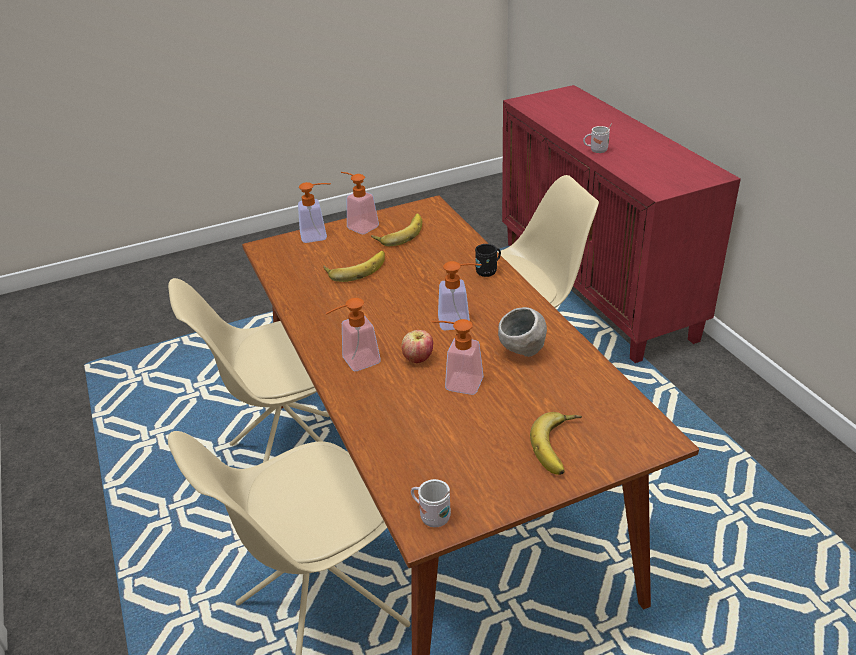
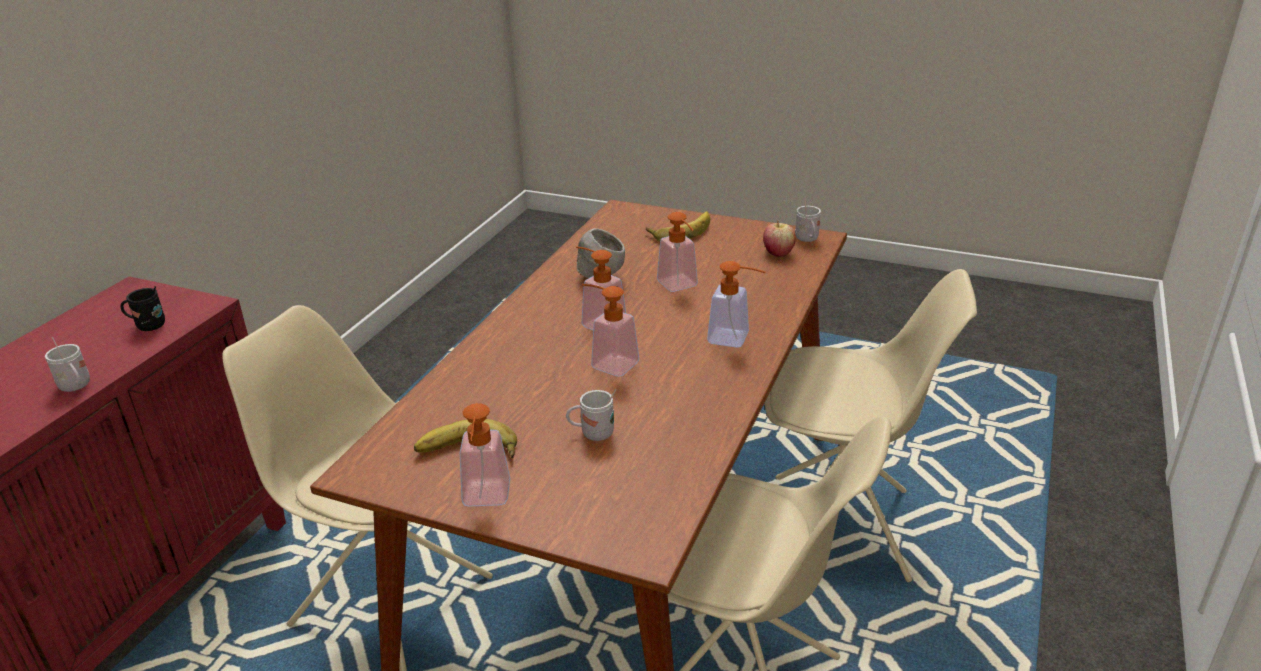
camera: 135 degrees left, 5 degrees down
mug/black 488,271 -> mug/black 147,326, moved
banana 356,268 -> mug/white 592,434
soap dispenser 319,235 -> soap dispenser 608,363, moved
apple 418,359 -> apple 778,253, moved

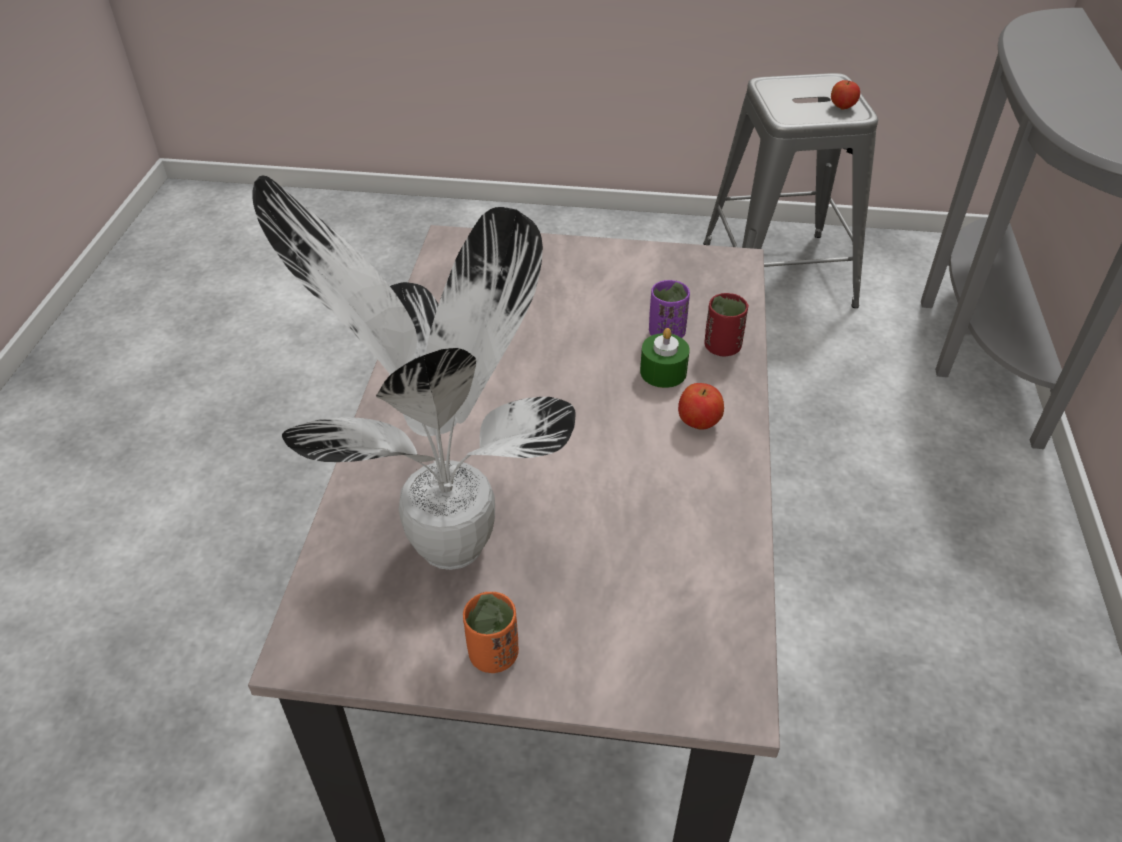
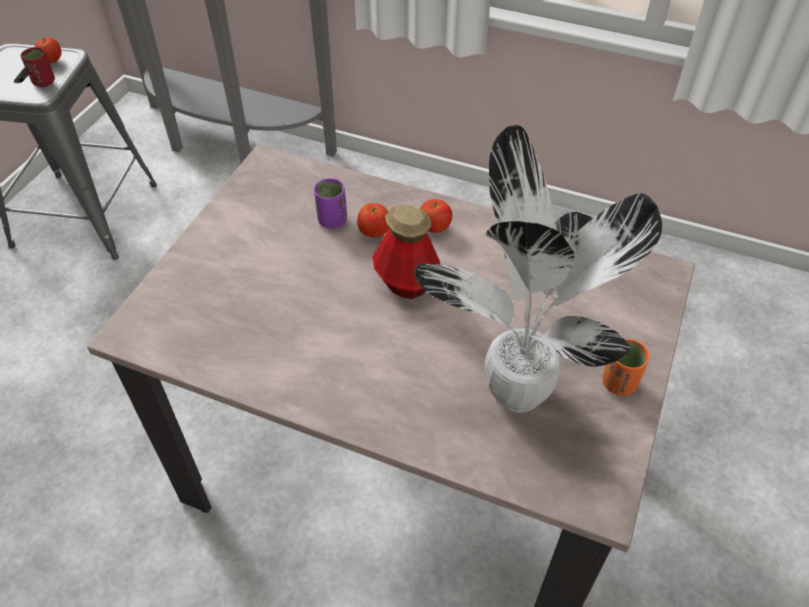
camera: 75 degrees left, 5 degrees up
cup/red 722,347 -> cup/red 44,82, moved
candle/green 663,372 -> apple 374,233
none -> bottle 406,282

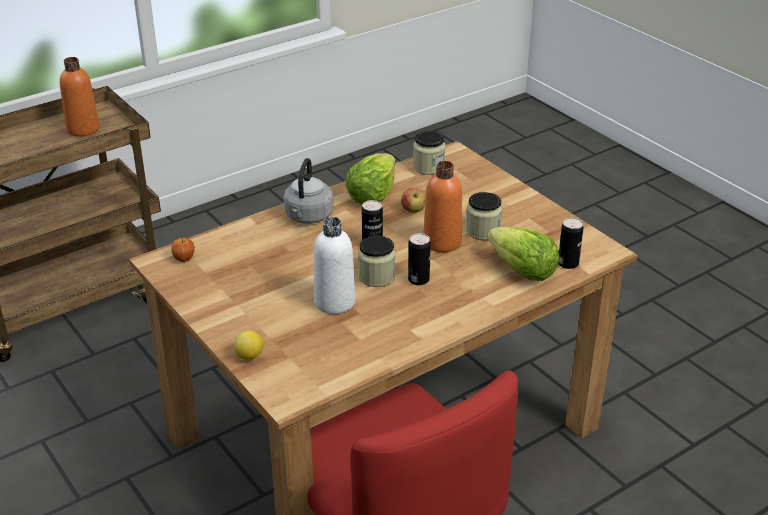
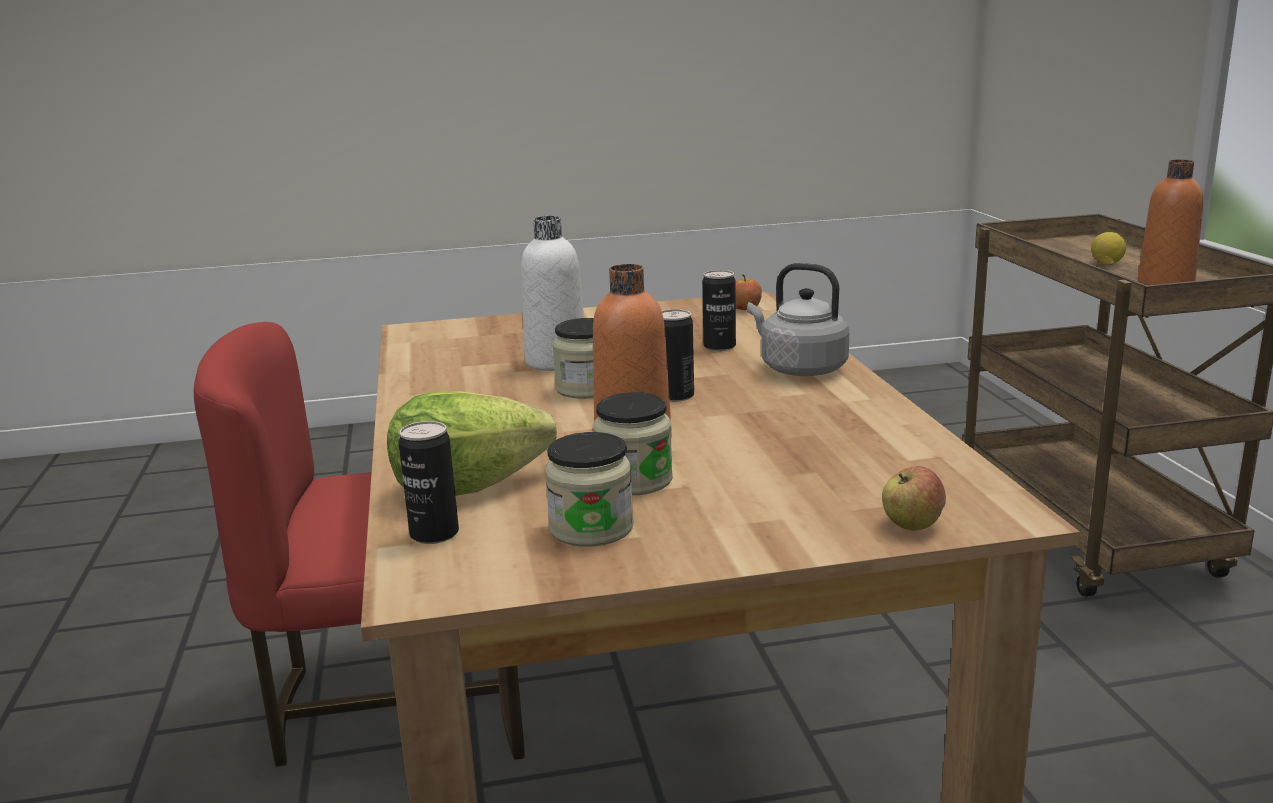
camera: 115 degrees right, 15 degrees down
jar 428,167 -> jar 591,528, moved
can 418,279 -> can 719,347, moved
apple 413,210 -> apple 912,526, moved
lemon 250,356 -> lemon 1106,263, moved
lettuce 372,195 -> none

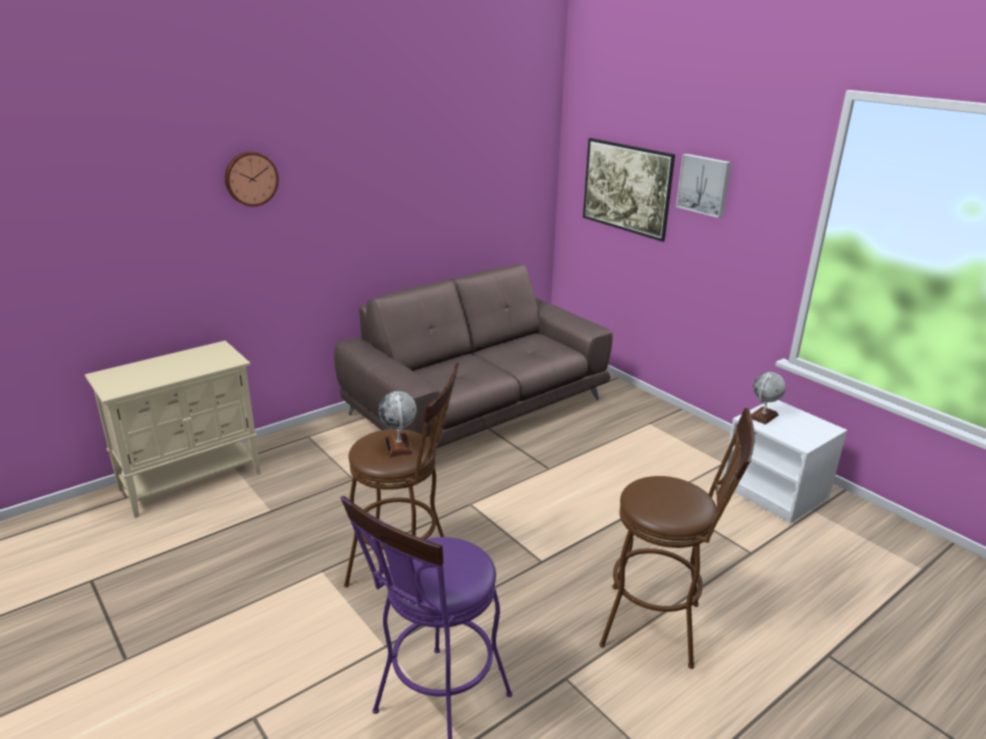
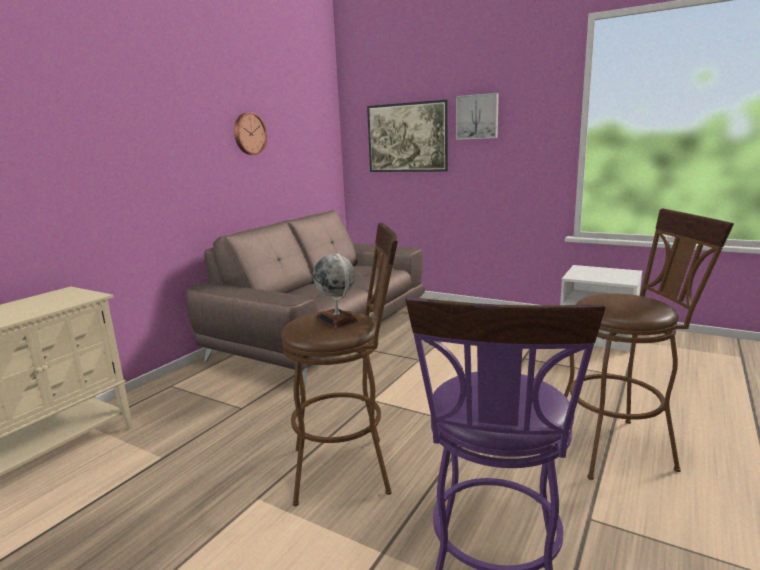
camera: 20 degrees left, 10 degrees down
wall clock 250,178 -> wall clock 249,133, moved
globe 763,416 -> none

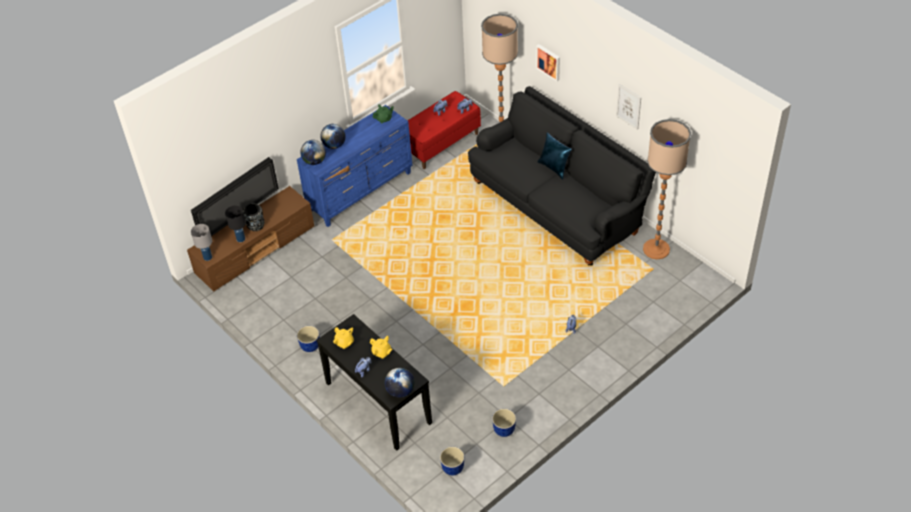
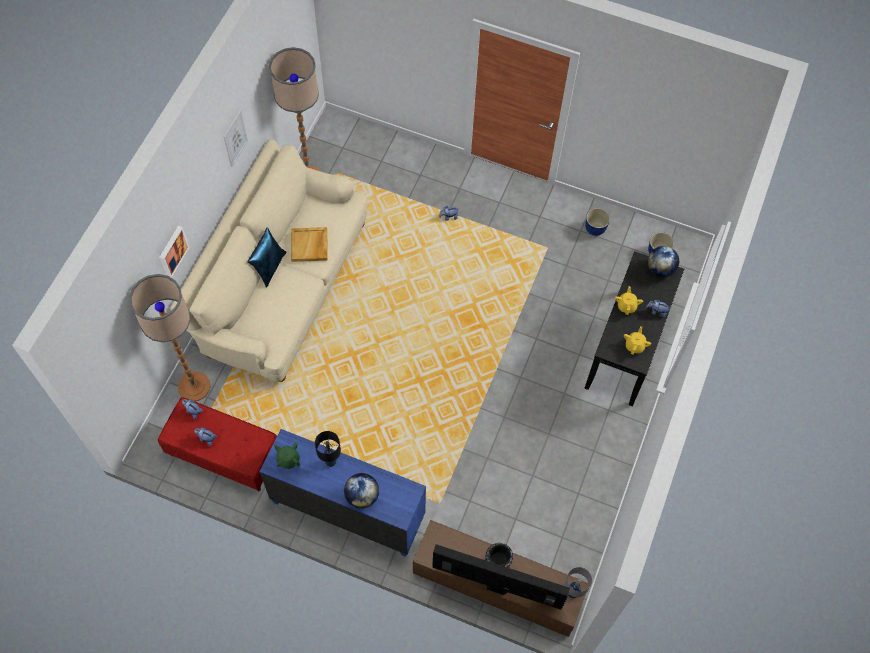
camera: 120 degrees left, 15 degrees up
sofa/black 557,205 -> sofa/beige 282,288
none -> tray/beige 309,246
table lamp/black 241,238 -> table lamp/black 330,461, moved
planter 310,346 -> none
globe 314,161 -> none

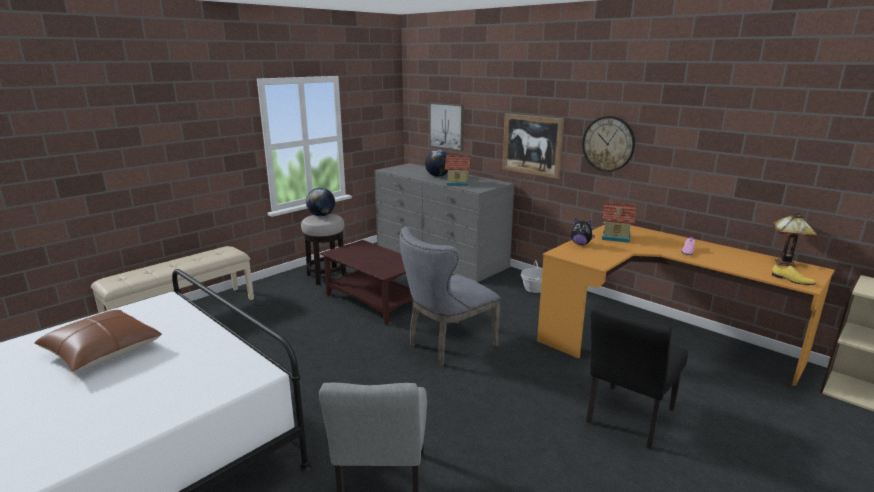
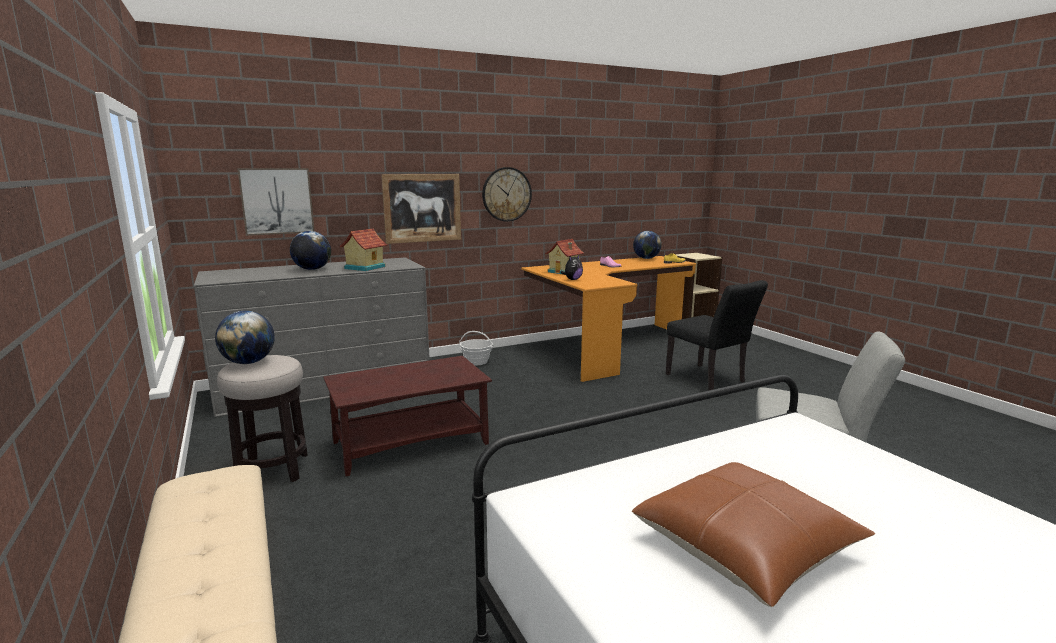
camera: 70 degrees left, 5 degrees down
table lamp 786,263 -> globe 646,258
chair/grey 447,345 -> none

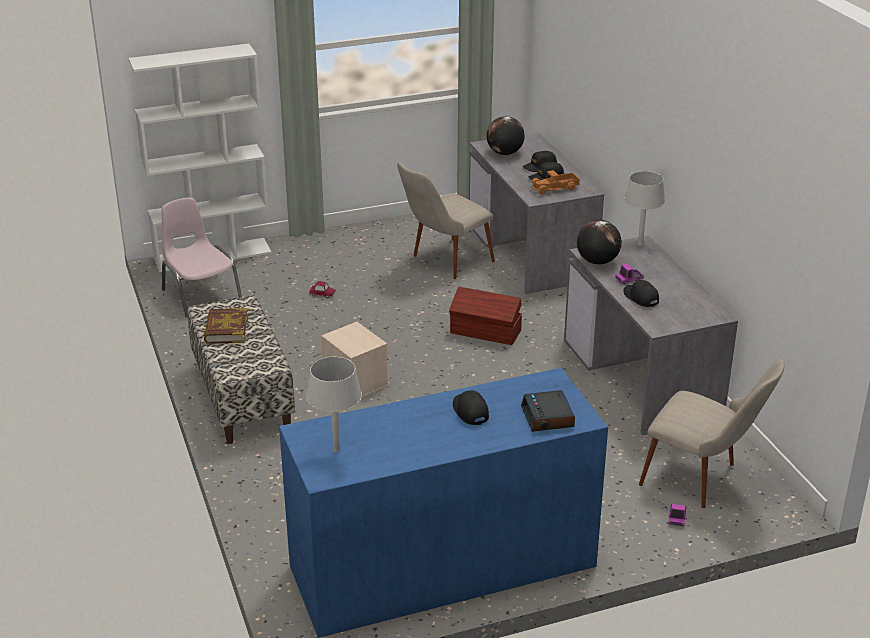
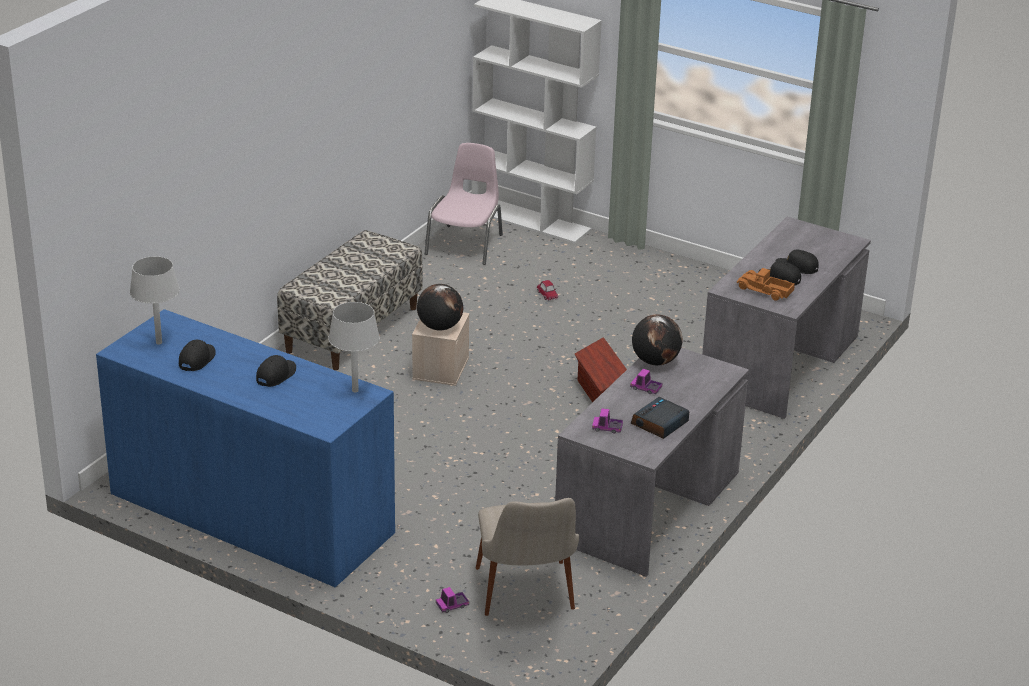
camera: 50 degrees right, 0 degrees up
cap/black 640,297 -> cap/black 197,359, moved
table lamp/grey 640,244 -> table lamp/grey 355,390, moved
globe 504,153 -> globe 439,327, moved
none -> toy truck 607,428
alarm clock 548,417 -> alarm clock 659,424, moved
book 226,330 -> none
chair/beige 443,263 -> none

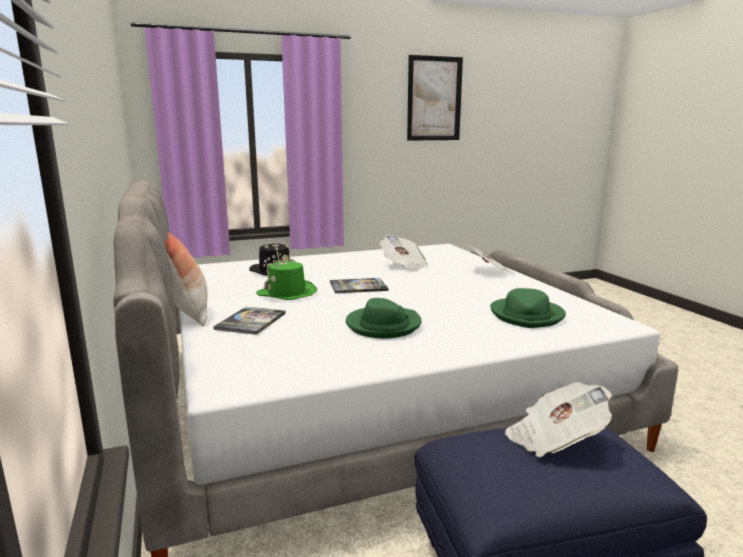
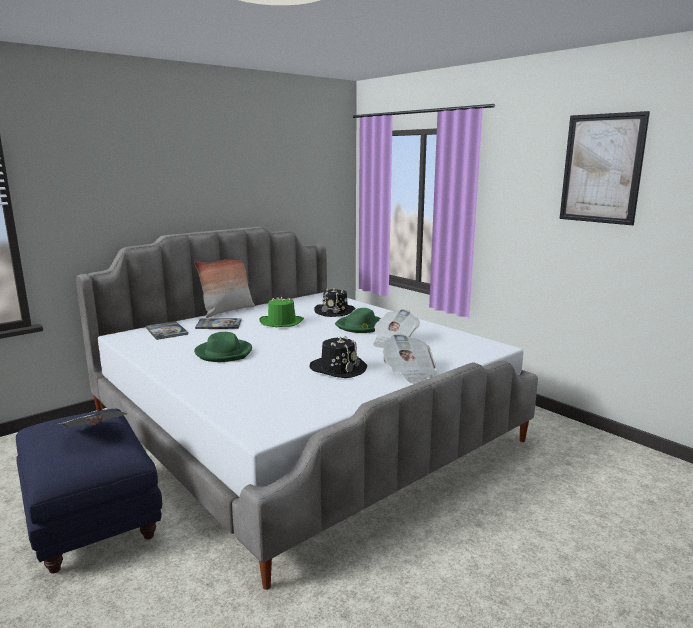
camera: 70 degrees right, 0 degrees up
book 358,286 -> book 166,331, moved
none -> hat/black 338,368
hat/green 527,315 -> hat/green 361,326, moved

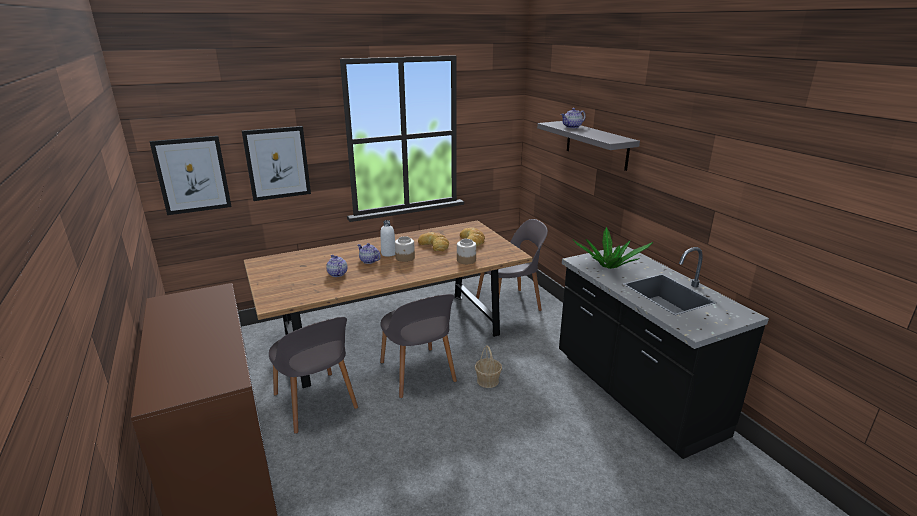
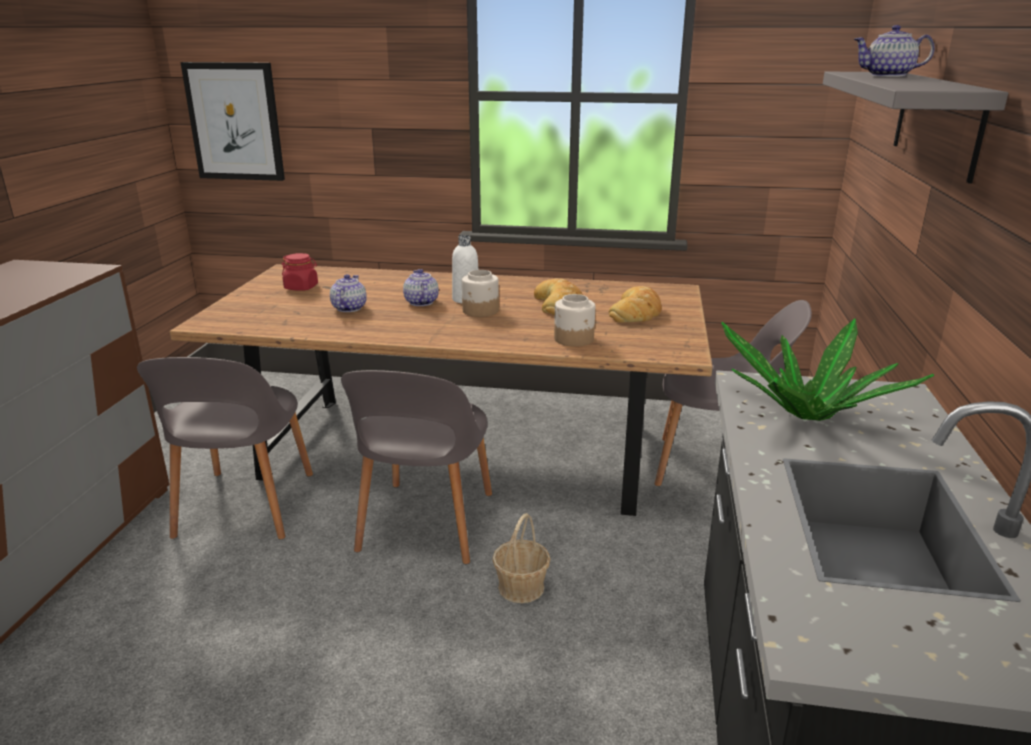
camera: 35 degrees right, 0 degrees up
none -> jar/red 301,287
picture 277,163 -> none

